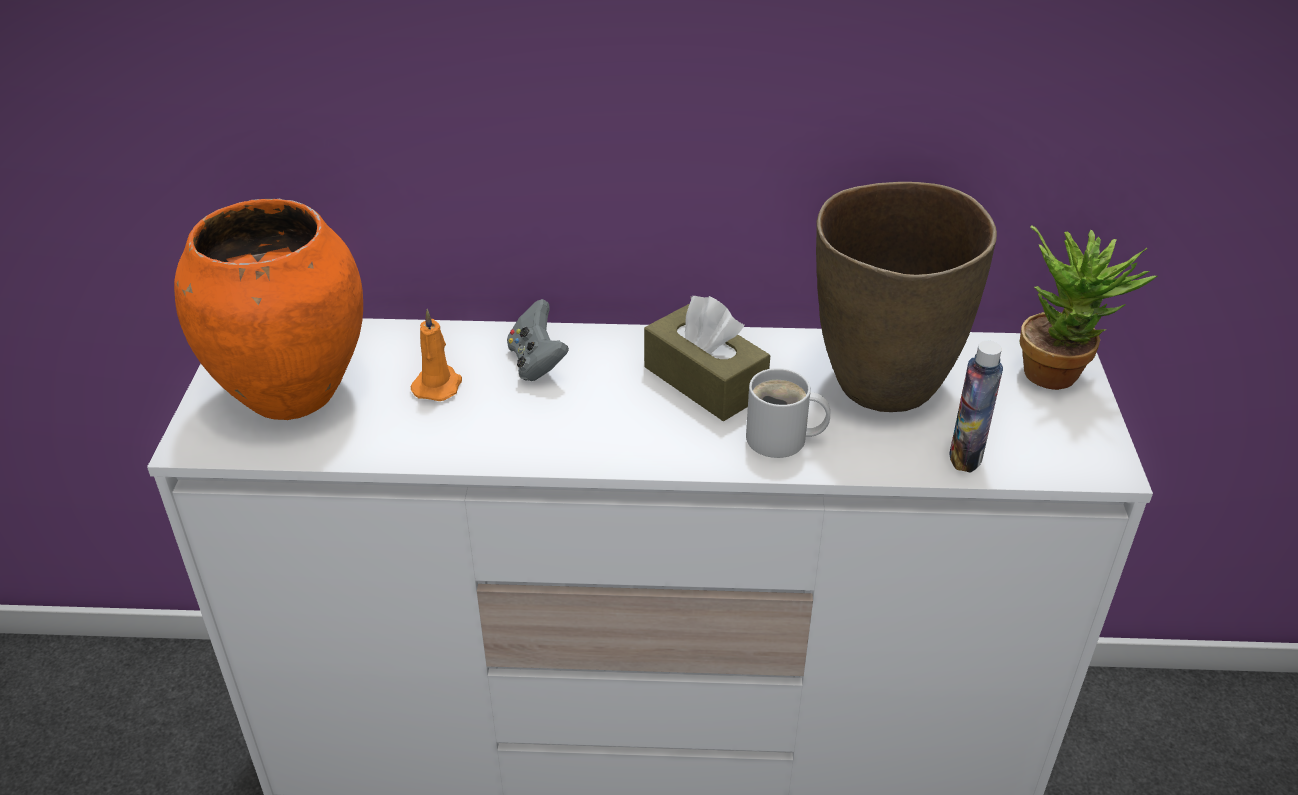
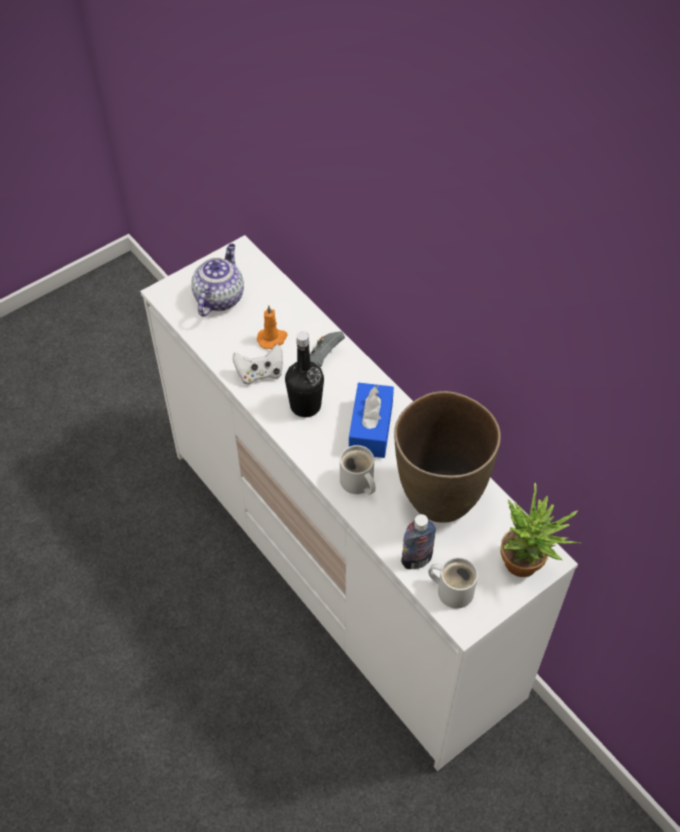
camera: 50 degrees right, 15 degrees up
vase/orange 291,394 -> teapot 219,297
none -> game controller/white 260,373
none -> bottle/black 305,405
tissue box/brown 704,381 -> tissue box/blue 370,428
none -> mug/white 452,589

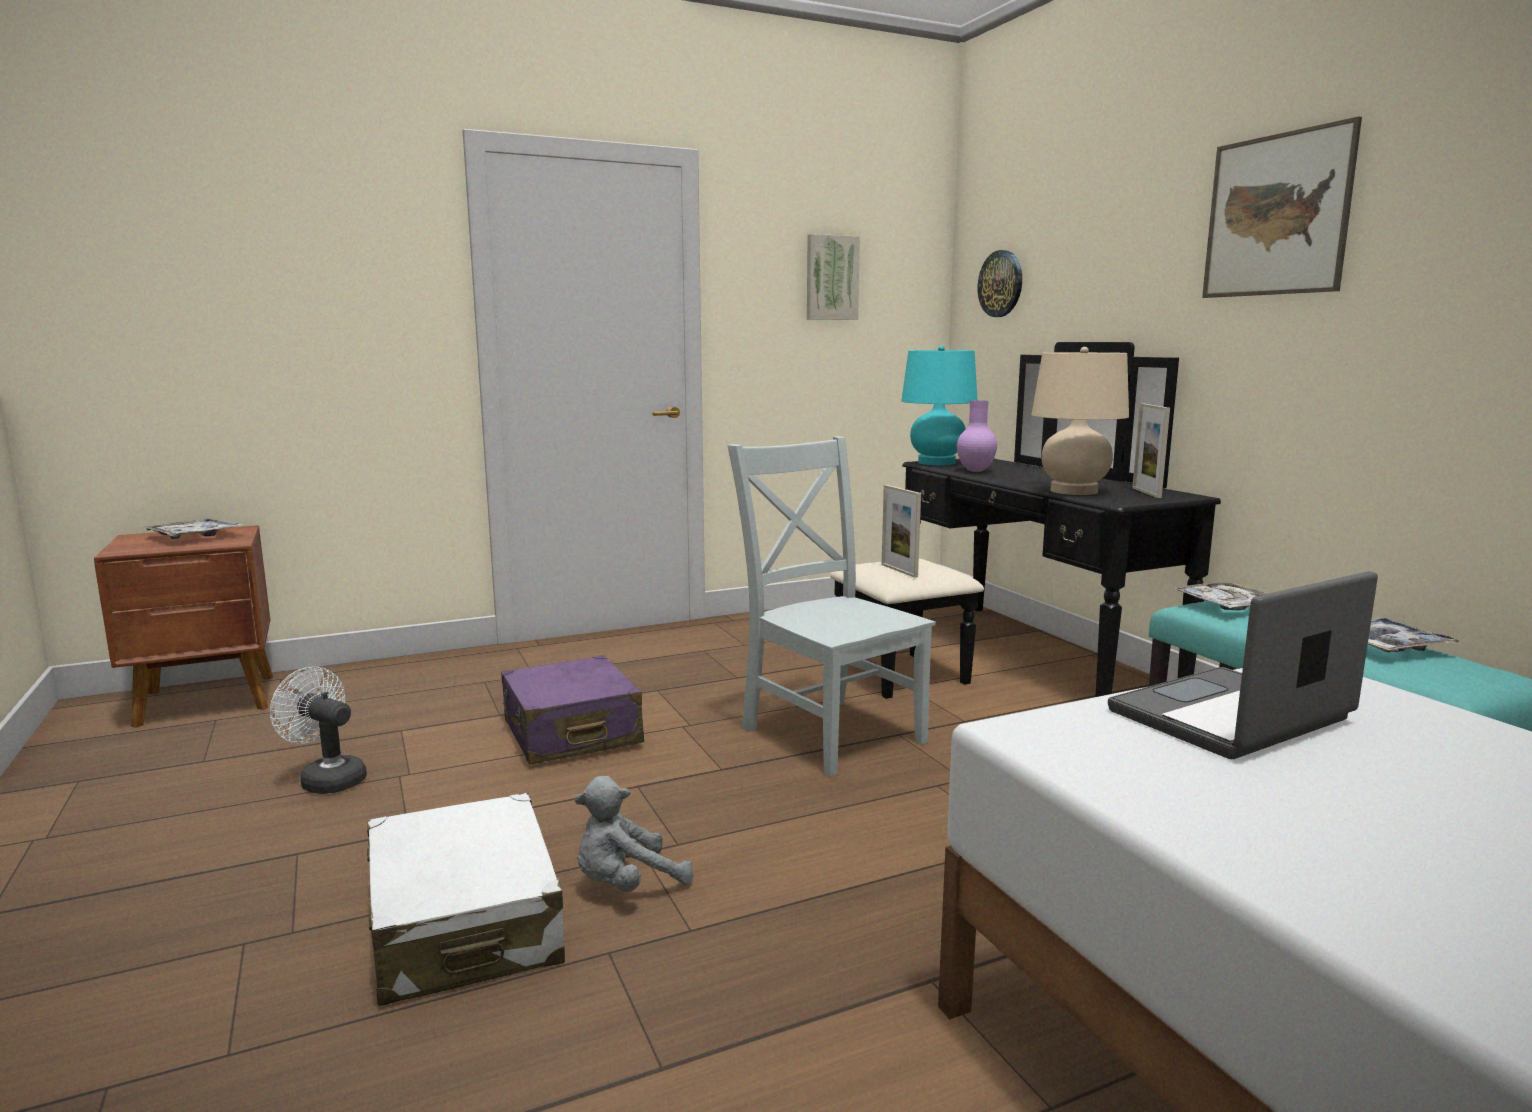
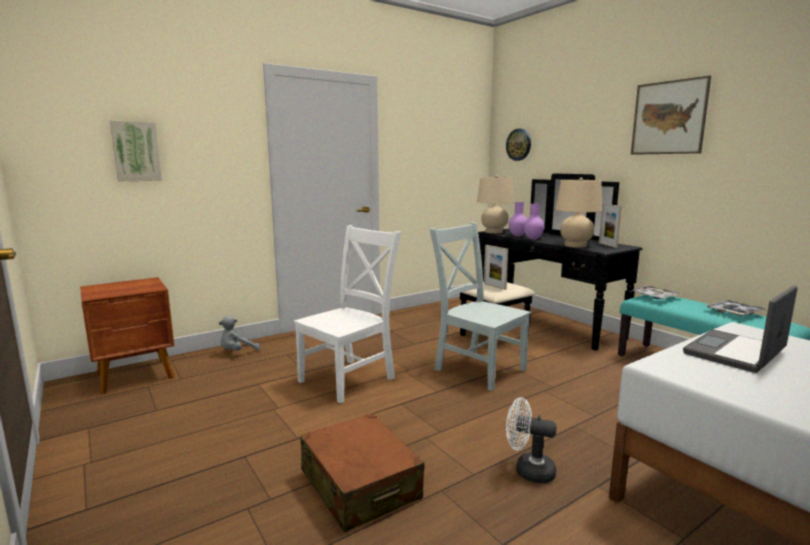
camera: 10 degrees left, 0 degrees up
picture 831,278 -> picture 136,151, moved
plush toy/grey 626,884 -> plush toy/grey 237,352, moved
suitcase/purple 571,733 -> chair/white 350,378
suitcase/white 465,925 -> suitcase/brown 360,484
table lamp/turquoise 936,463 -> table lamp/beige 494,232
fan/white 327,779 -> fan/white 528,470, moved
none -> vase/purple 533,239
tray 194,536 -> none

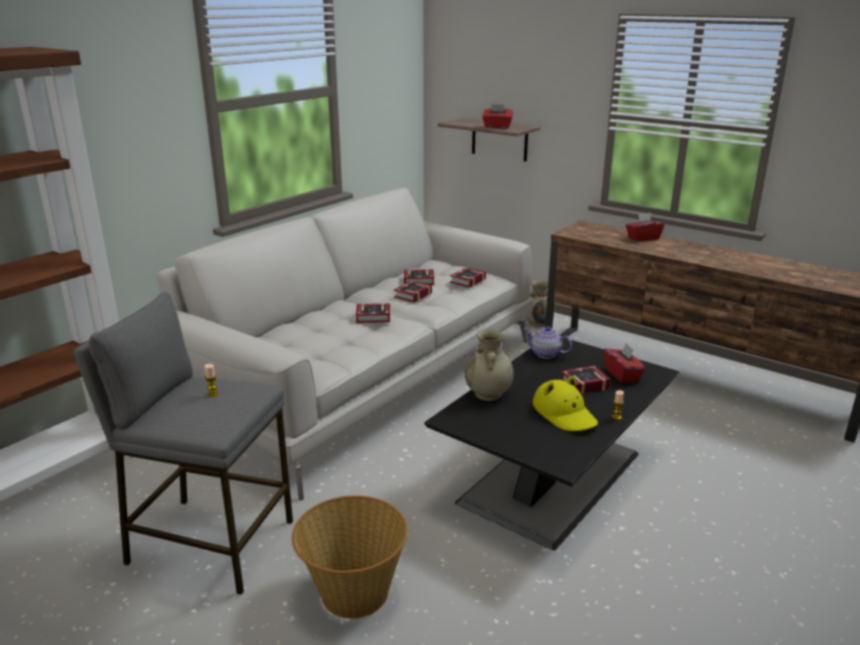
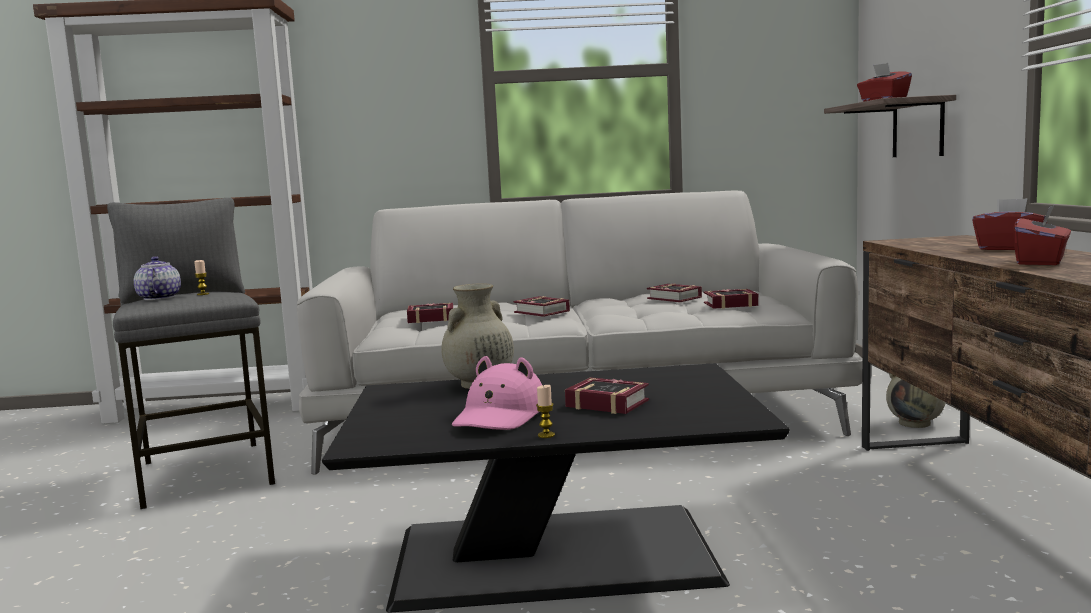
camera: 50 degrees right, 15 degrees down
teapot 546,354 -> teapot 158,298, moved
book 411,295 -> book 429,318, moved
hat/yellow 564,414 -> hat/pink 500,416
tissue box/red 622,374 -> tissue box/red 1041,262, moved
basket 353,593 -> none

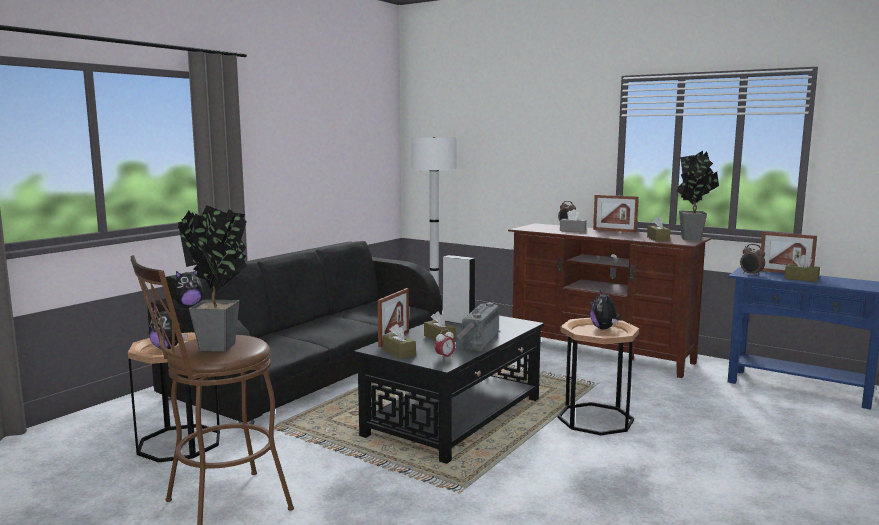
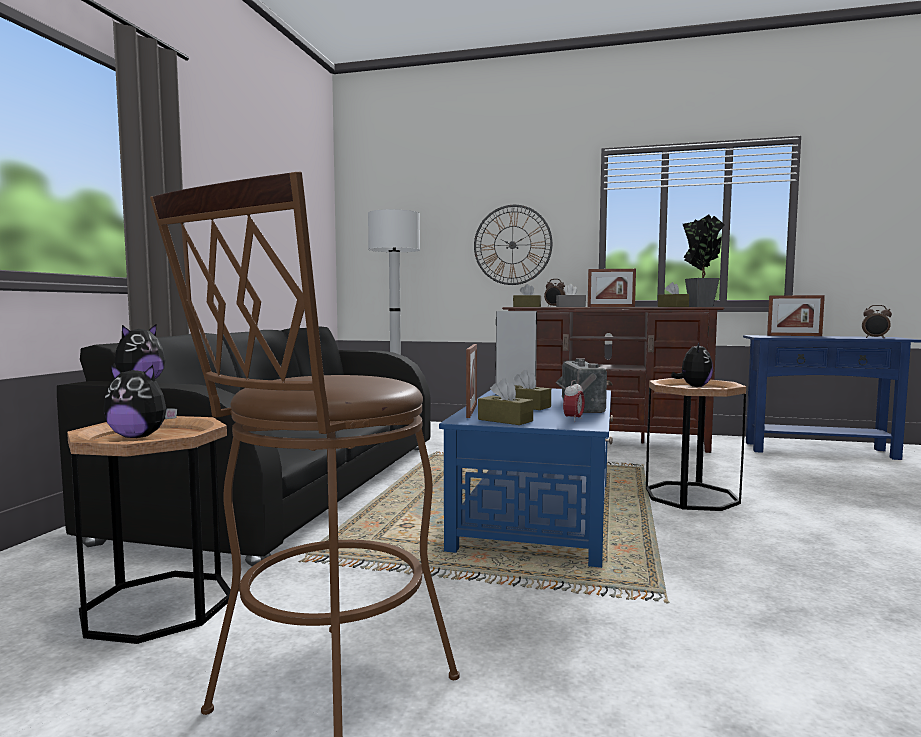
camera: 20 degrees left, 5 degrees down
coffee table/black 455,417 -> coffee table/blue 538,513
none -> wall clock 512,245
tissue box/brown 801,279 -> tissue box/brown 527,307, moved
plush toy 604,328 -> plush toy 693,387, 135 degrees counterclockwise
alarm clock 751,274 -> alarm clock 875,338, moved
potted plant 221,348 -> none

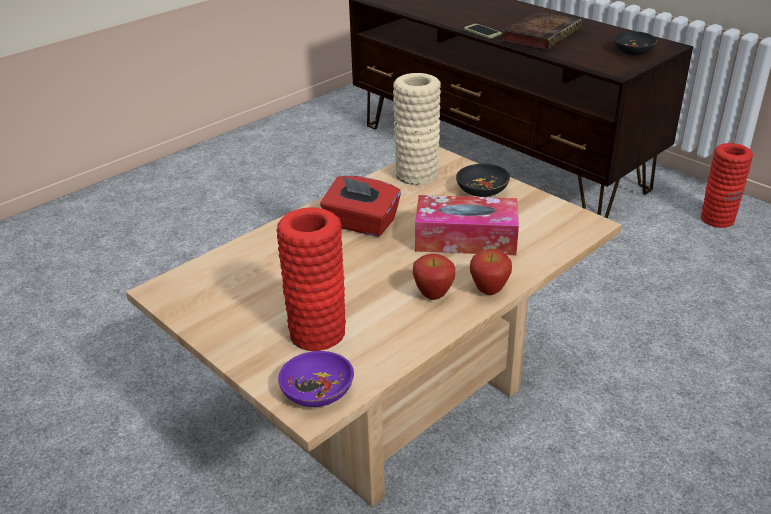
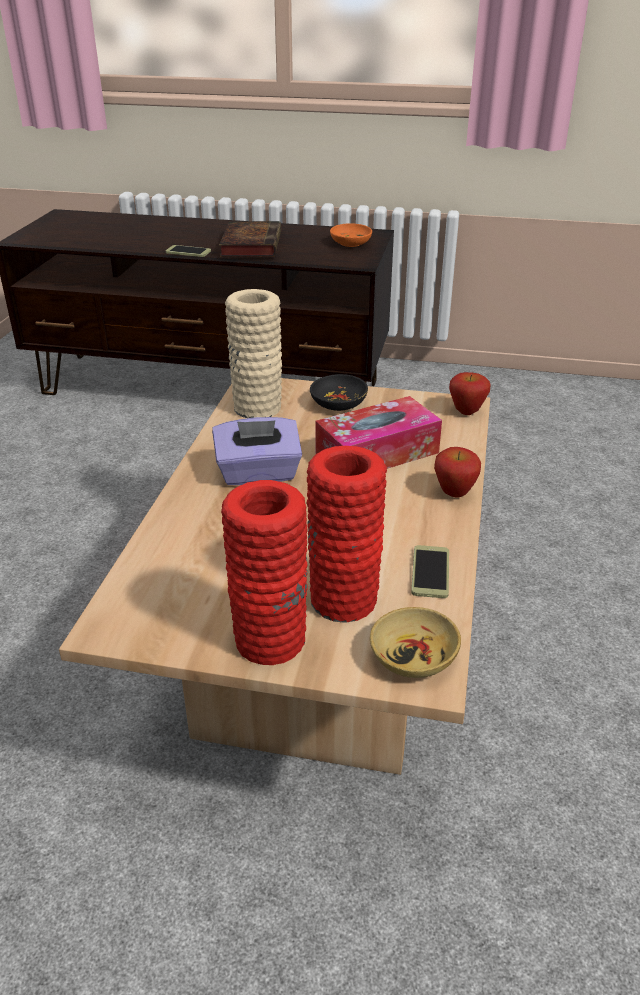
camera: 35 degrees left, 0 degrees up
tissue box/red 361,224 -> tissue box/purple 258,473
vase/red 717,219 -> vase/red 270,639, moved
bowl/black 633,51 -> bowl/orange 351,243
bowl/purple 317,392 -> bowl/beige 414,657
none -> phone 430,572
apple 433,295 -> apple 466,412, moved

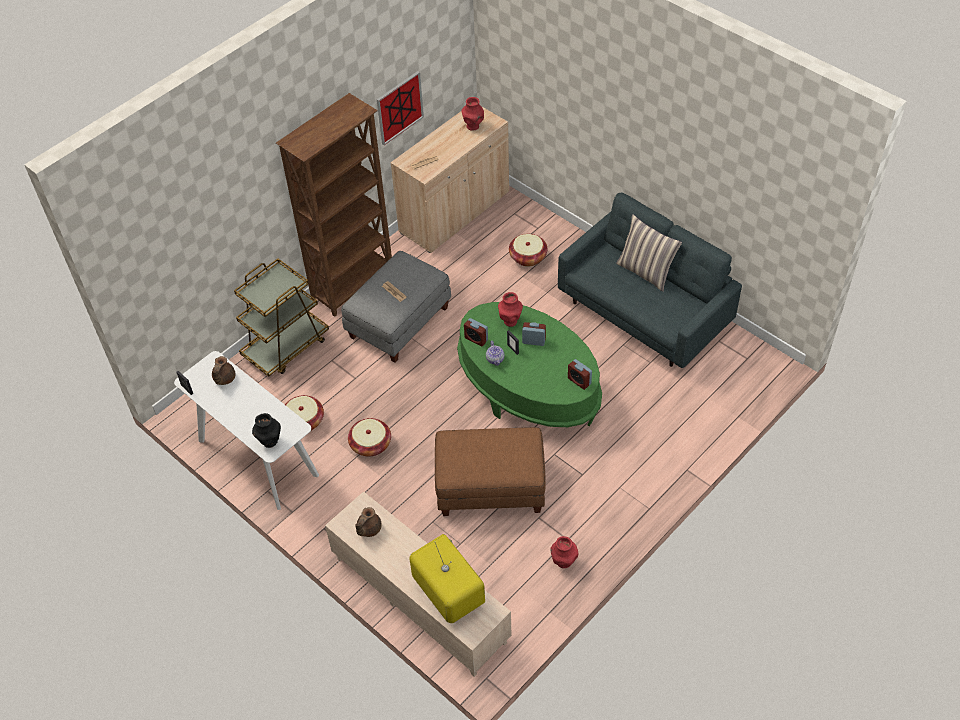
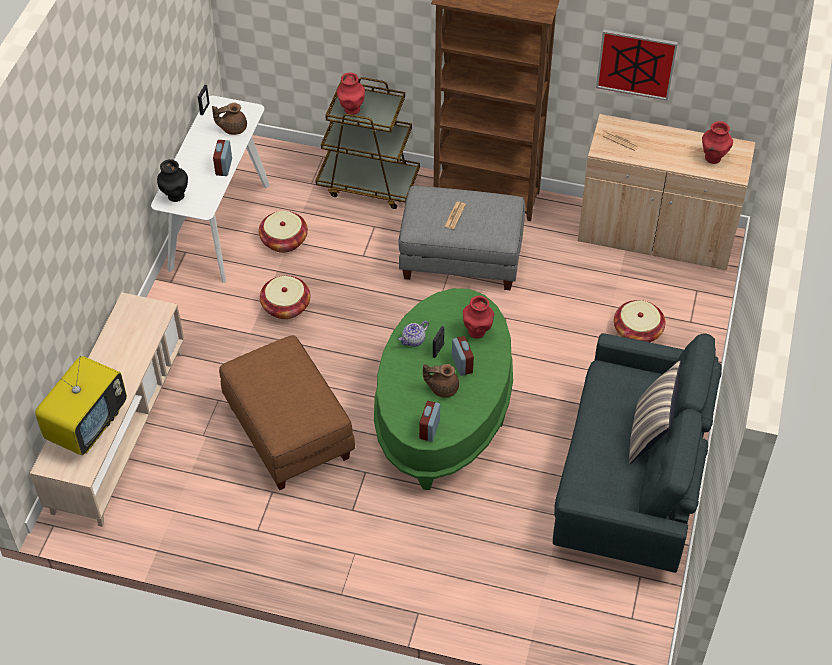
camera: 60 degrees right, 0 degrees up
alarm clock 476,339 -> alarm clock 224,167, moved
vase/red 563,562 -> vase/red 351,109, moved
teapot/brown 368,529 -> teapot/brown 442,388, moved

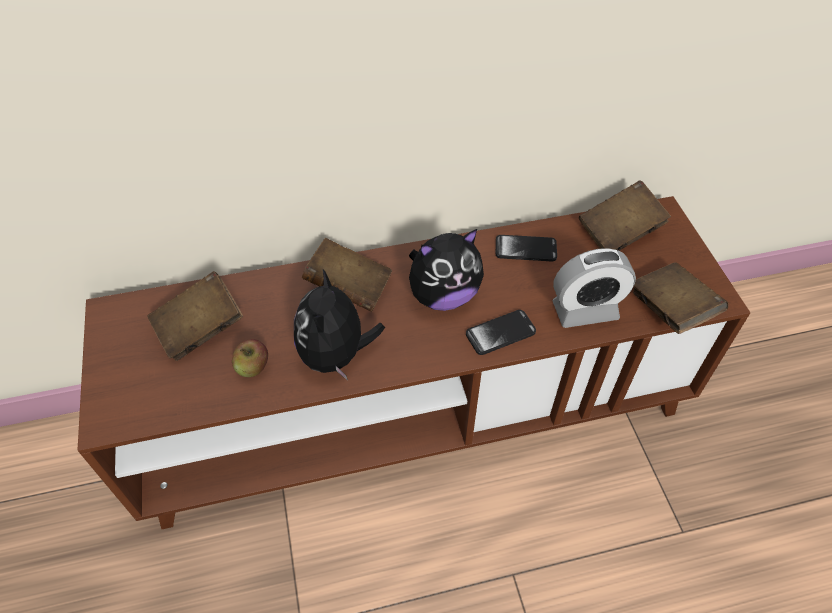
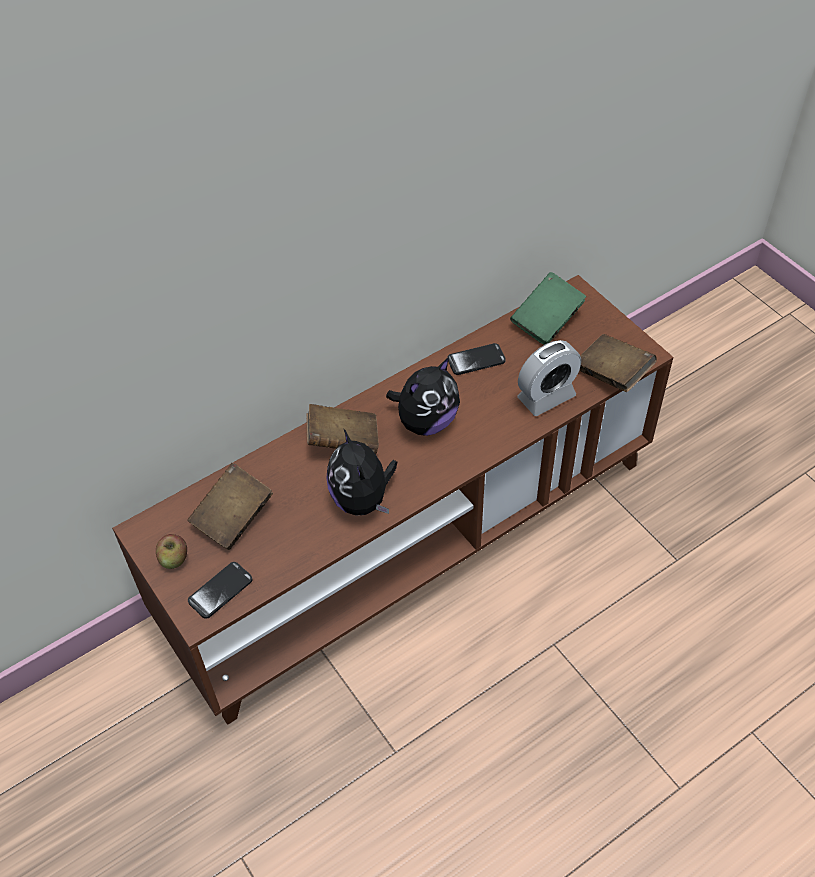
camera: 20 degrees left, 0 degrees up
apple 253,367 -> apple 174,559, moved
phone 500,333 -> phone 220,591, moved
book/brown 619,232 -> book/green 547,321

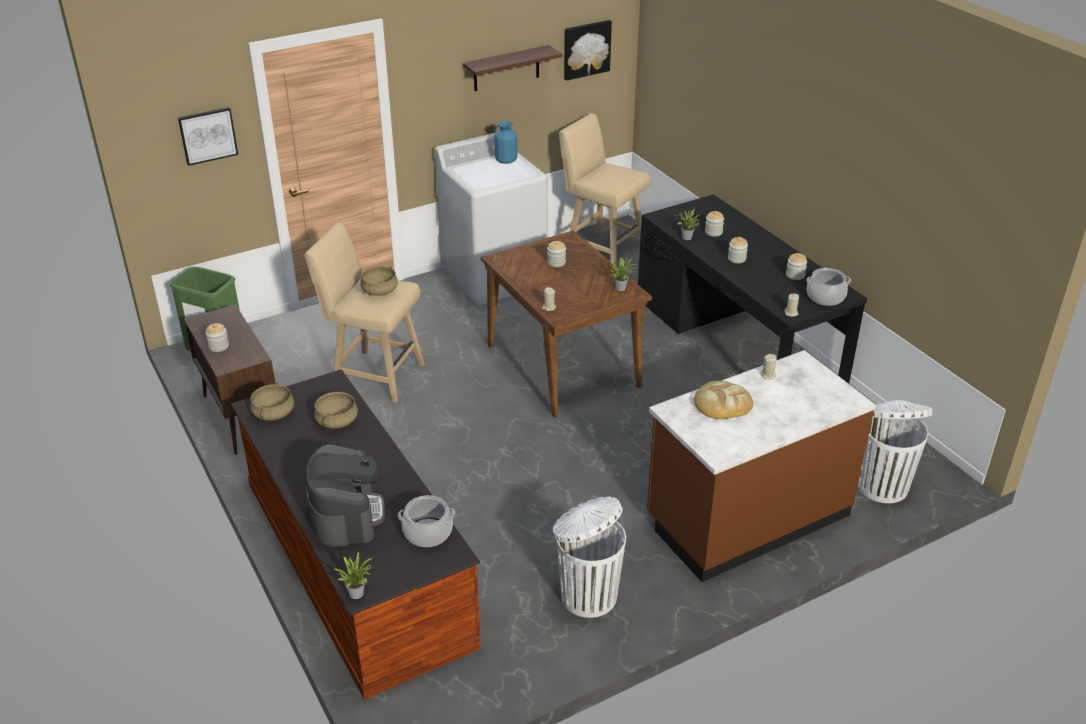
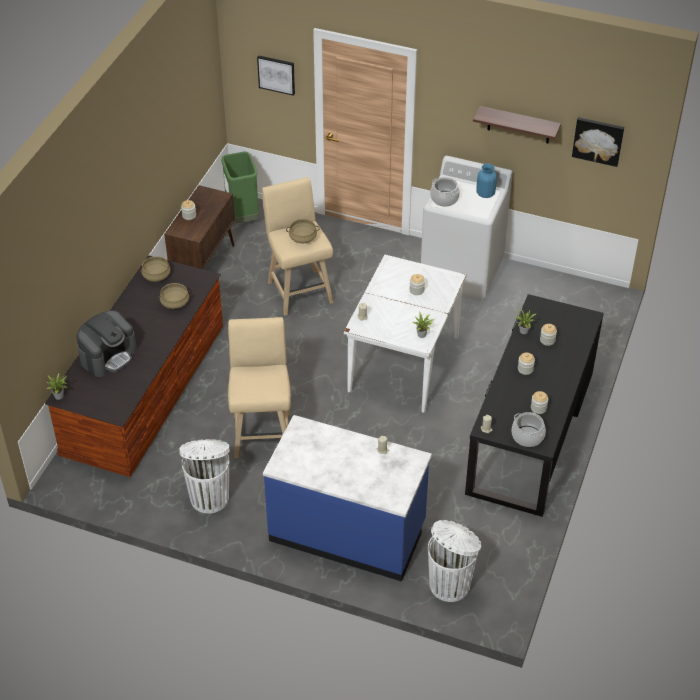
camera: 50 degrees right, 10 degrees up
stool/beige 601,249 -> stool/beige 262,431, moved
counter/brown 746,517 -> counter/blue 347,532
dining table/brown 563,365 -> dining table/white 403,364
cooking pot 428,532 -> cooking pot 444,198, moved
bread 722,403 -> none

